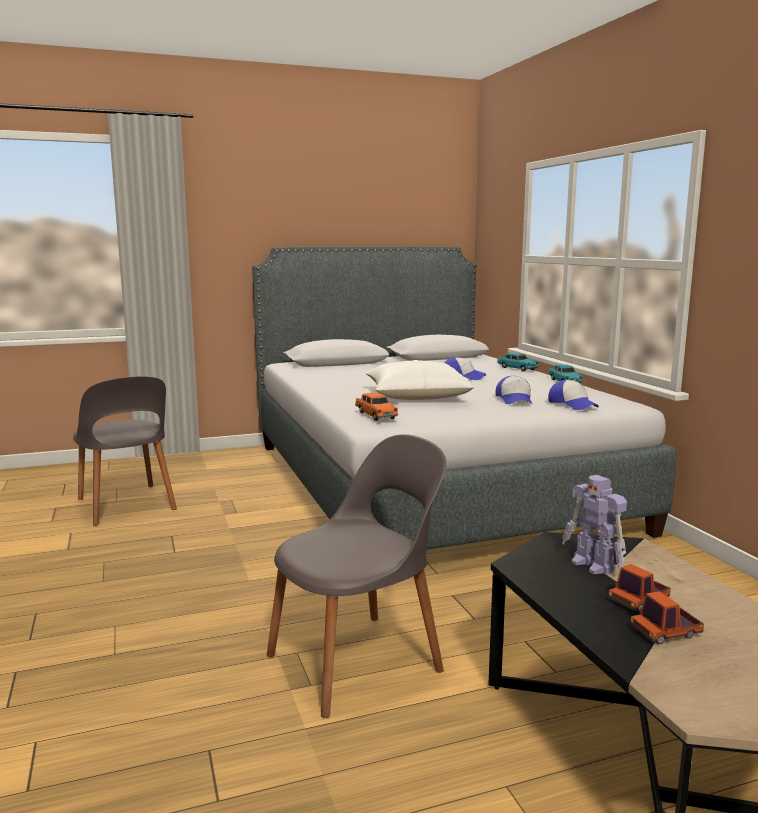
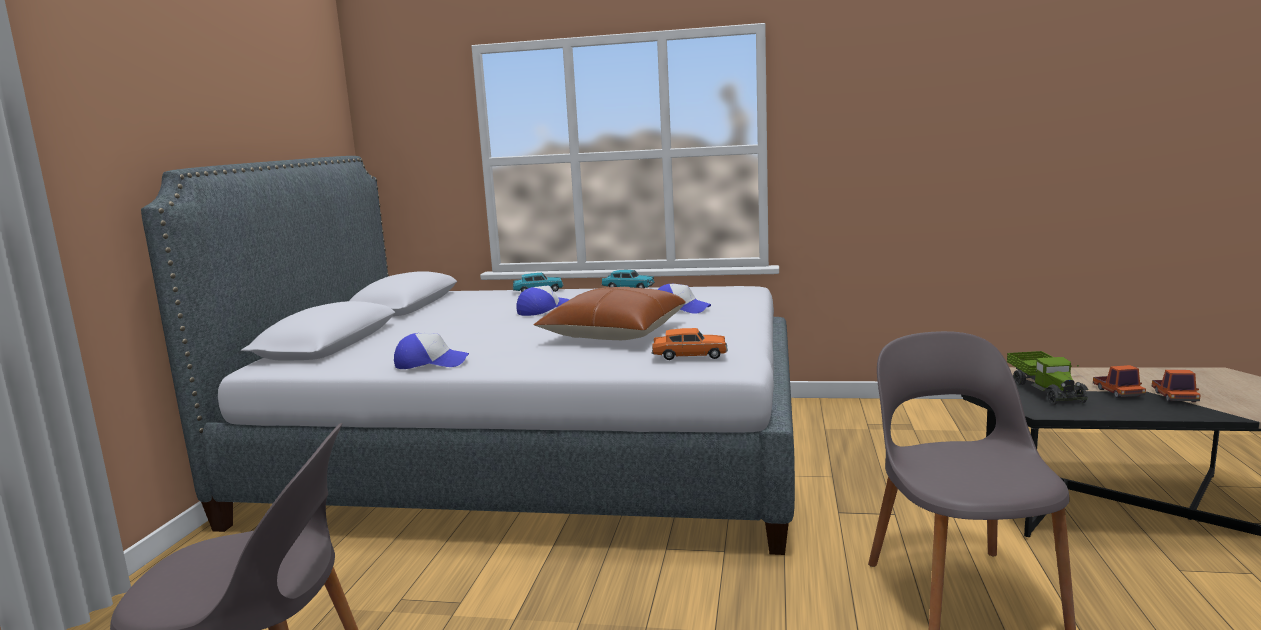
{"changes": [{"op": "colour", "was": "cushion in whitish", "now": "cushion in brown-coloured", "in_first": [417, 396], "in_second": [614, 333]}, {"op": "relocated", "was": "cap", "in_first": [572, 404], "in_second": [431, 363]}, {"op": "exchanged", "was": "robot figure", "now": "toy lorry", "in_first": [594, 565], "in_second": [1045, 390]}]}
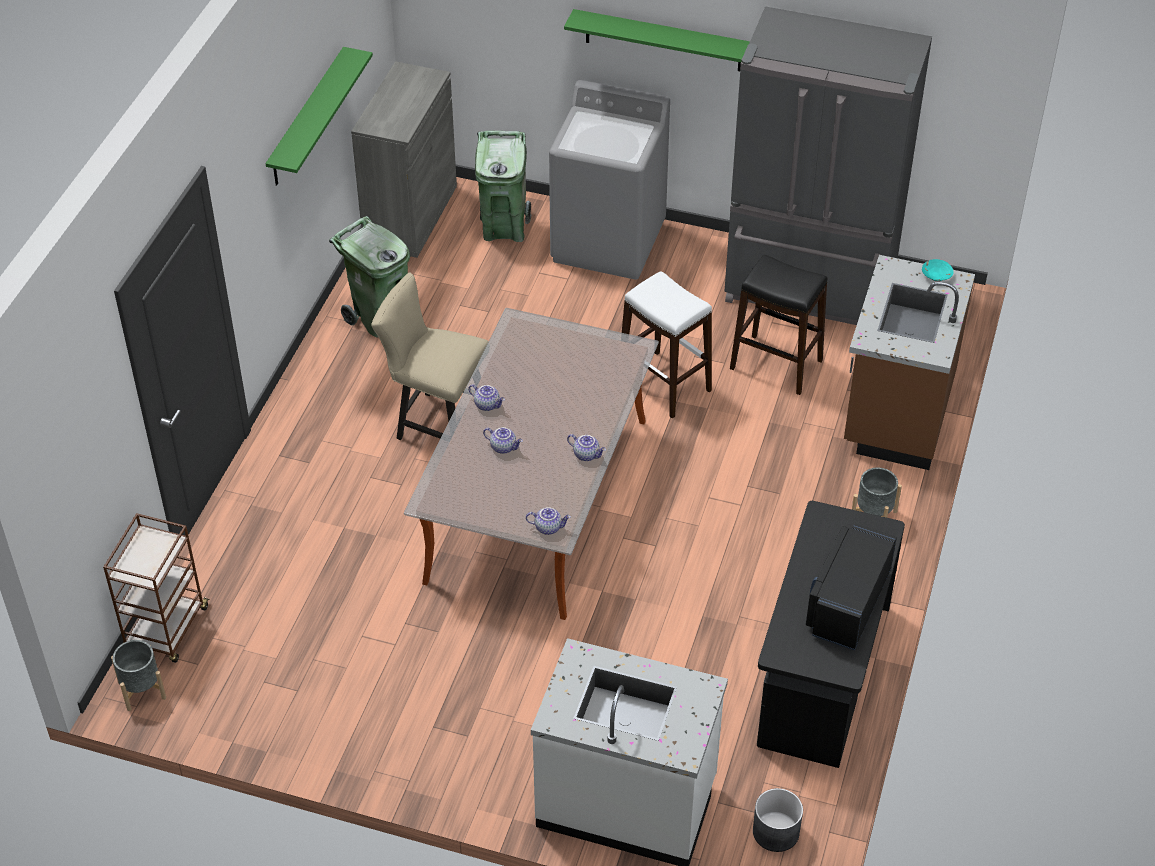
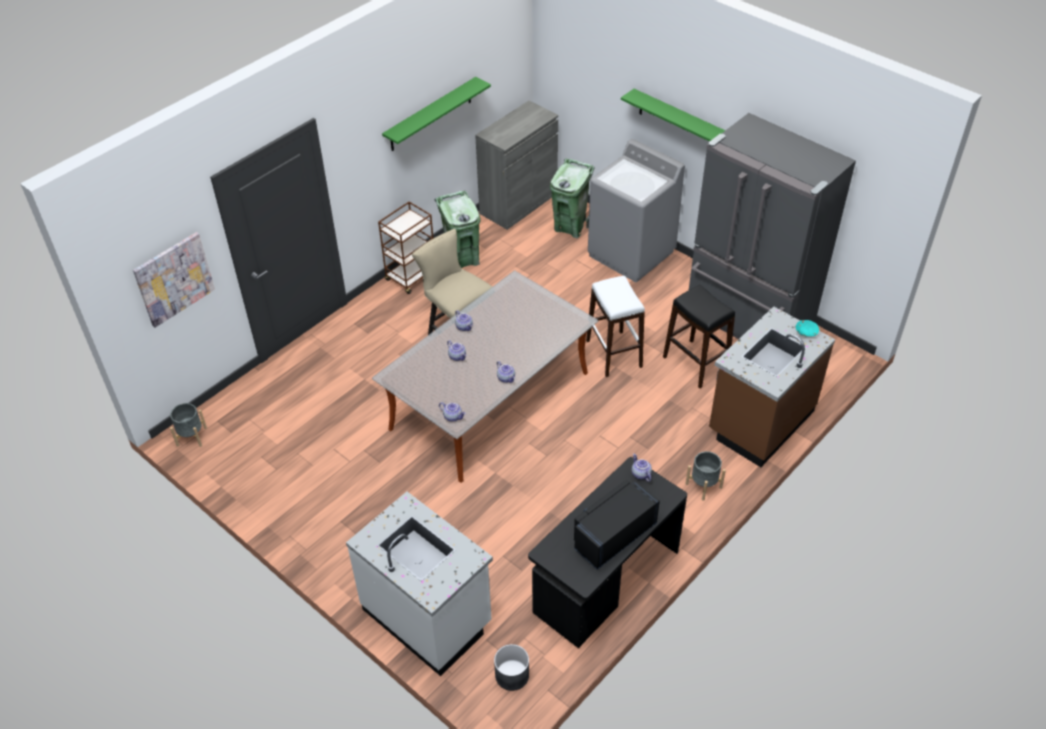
{"changes": [{"op": "relocated", "was": "wheeled cart in brown-coloured", "in_first": [166, 630], "in_second": [412, 277]}, {"op": "appeared", "now": "wall art", "in_second": [174, 279]}, {"op": "appeared", "now": "teapot", "in_second": [640, 474]}]}
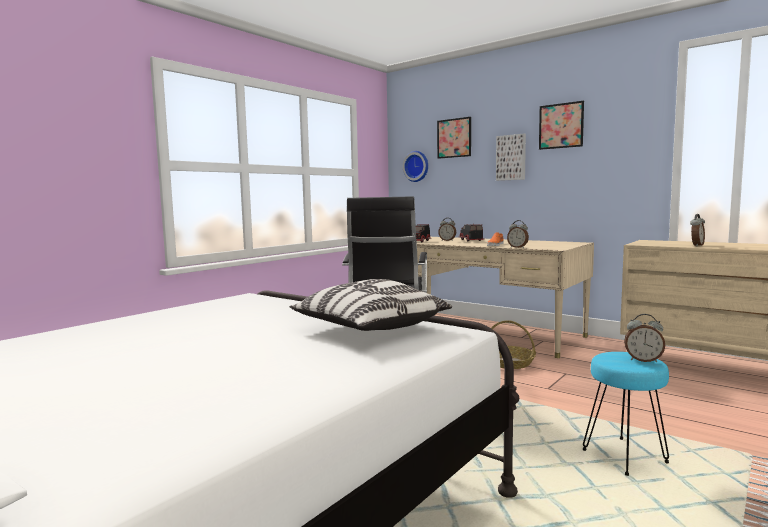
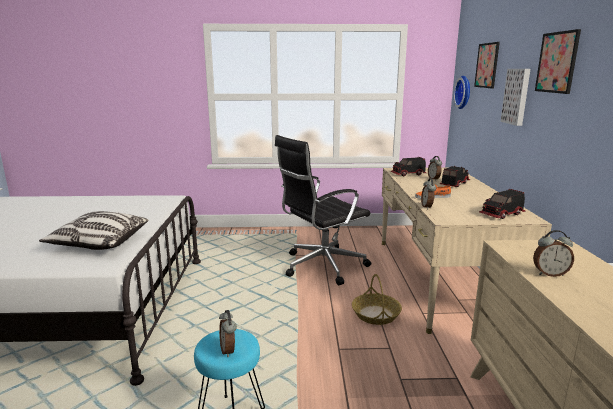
{"changes": [{"op": "appeared", "now": "toy lorry", "in_second": [502, 214]}]}
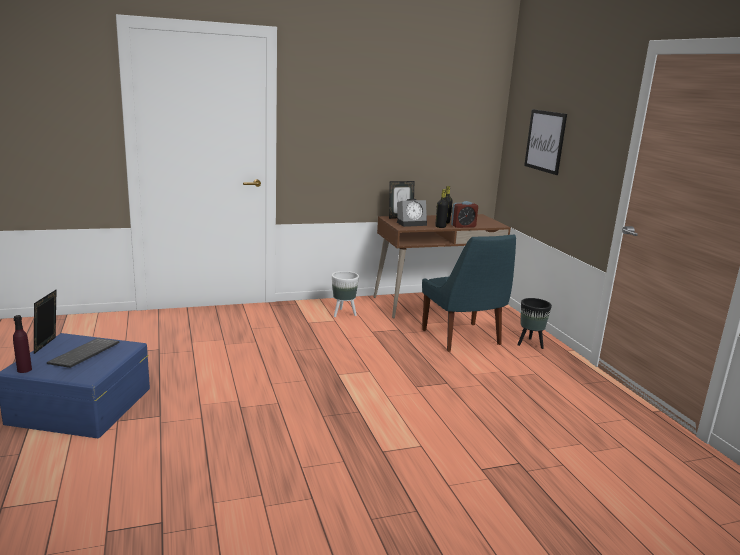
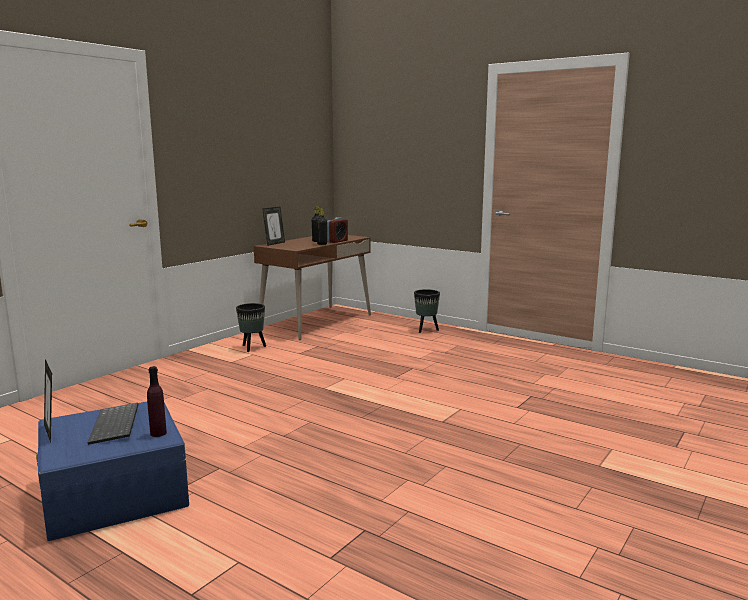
{"changes": [{"op": "relocated", "was": "bottle in purple", "in_first": [24, 370], "in_second": [158, 433]}, {"op": "colour", "was": "planter in whitish", "now": "planter in black", "in_first": [343, 314], "in_second": [252, 348]}, {"op": "missing", "was": "alarm clock", "in_first": [412, 223]}, {"op": "missing", "was": "chair in bluish", "in_first": [462, 338]}, {"op": "missing", "was": "wall art", "in_first": [545, 141]}]}
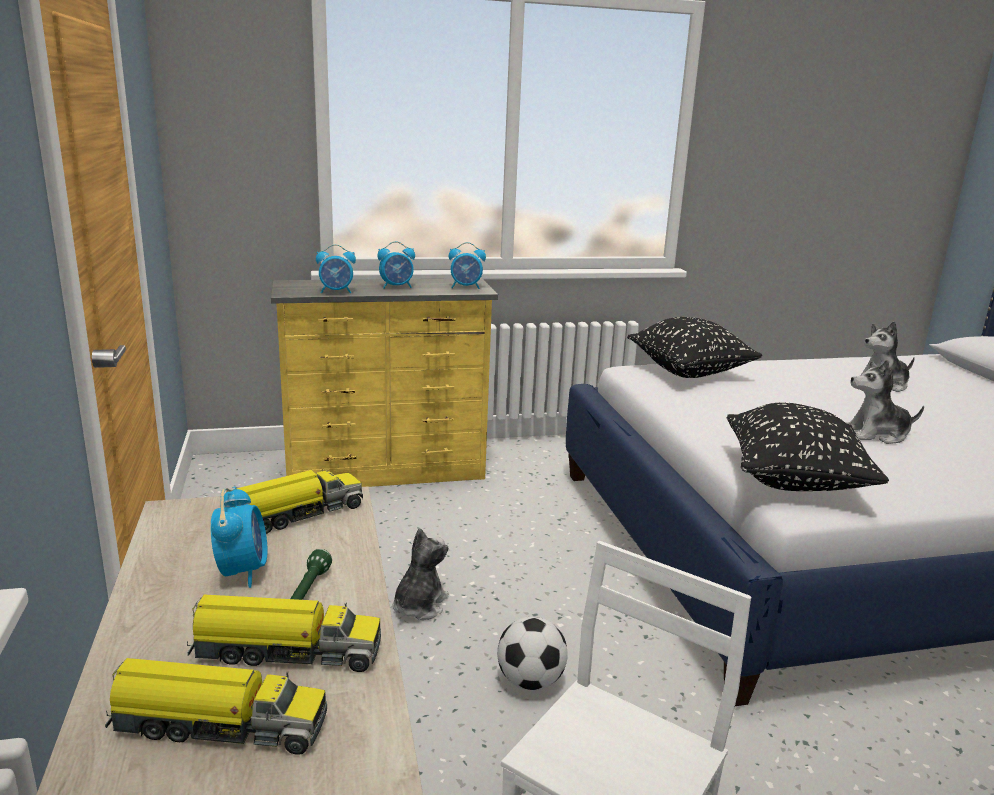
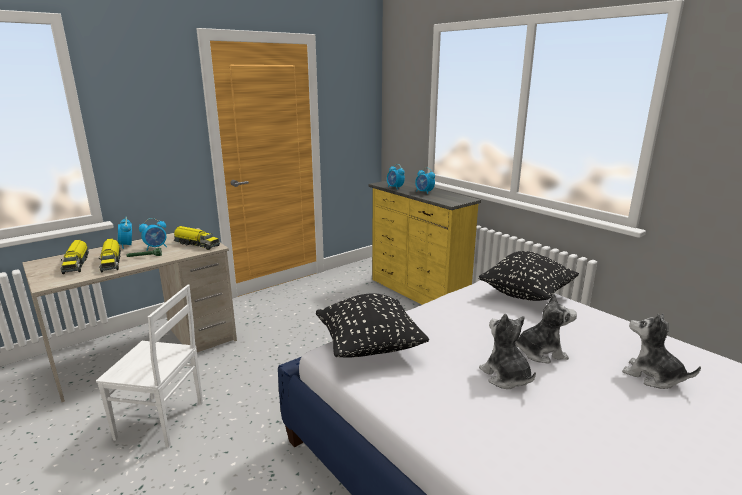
{"changes": [{"op": "relocated", "was": "cuddly toy", "in_first": [419, 605], "in_second": [540, 352]}, {"op": "relocated", "was": "alarm clock", "in_first": [466, 287], "in_second": [127, 245]}, {"op": "missing", "was": "football ball", "in_first": [530, 681]}]}
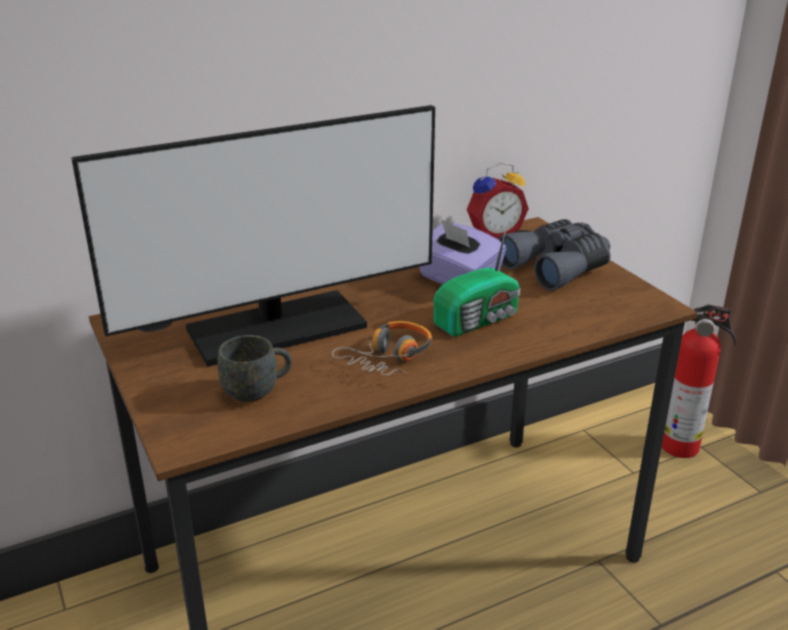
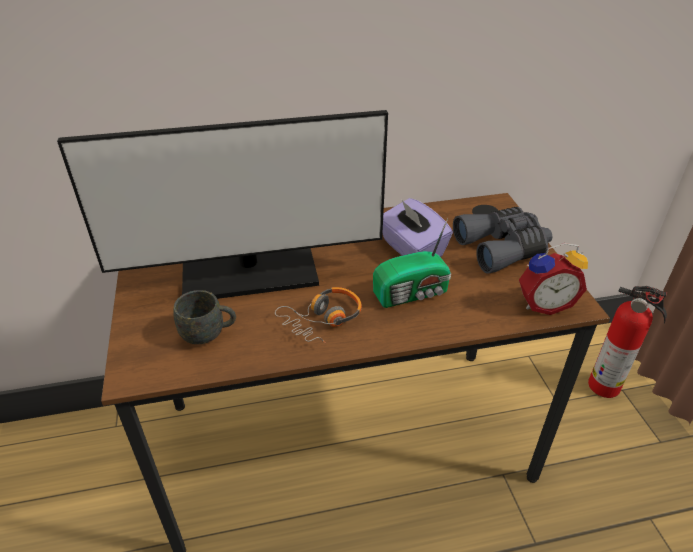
{"changes": [{"op": "relocated", "was": "alarm clock", "in_first": [493, 233], "in_second": [543, 304]}]}
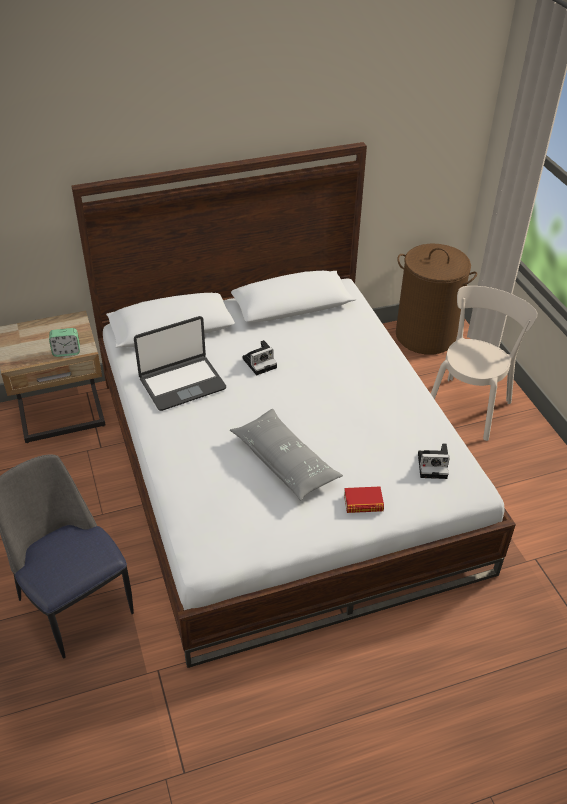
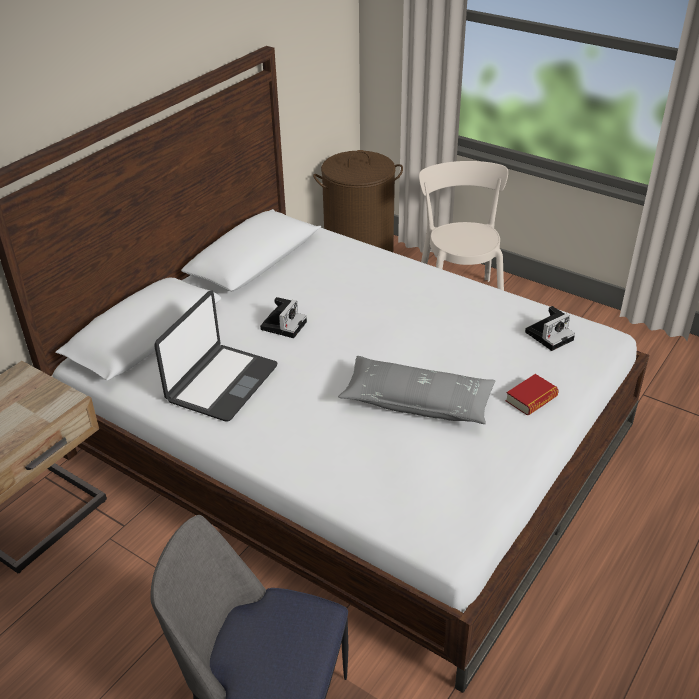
{"changes": [{"op": "missing", "was": "alarm clock", "in_first": [66, 352]}]}
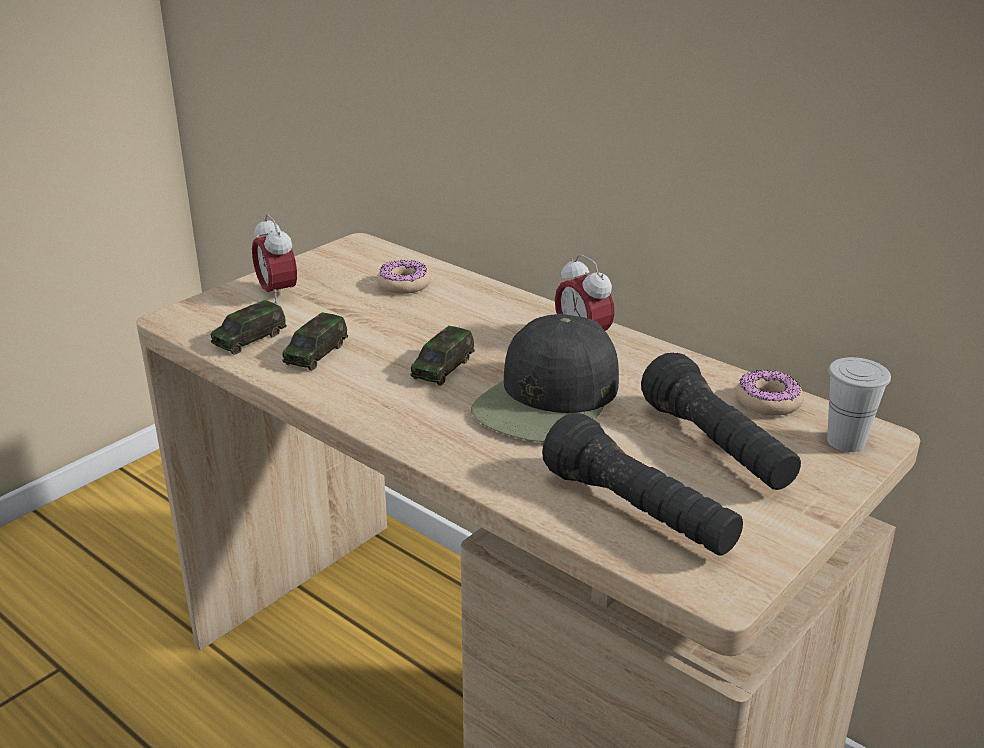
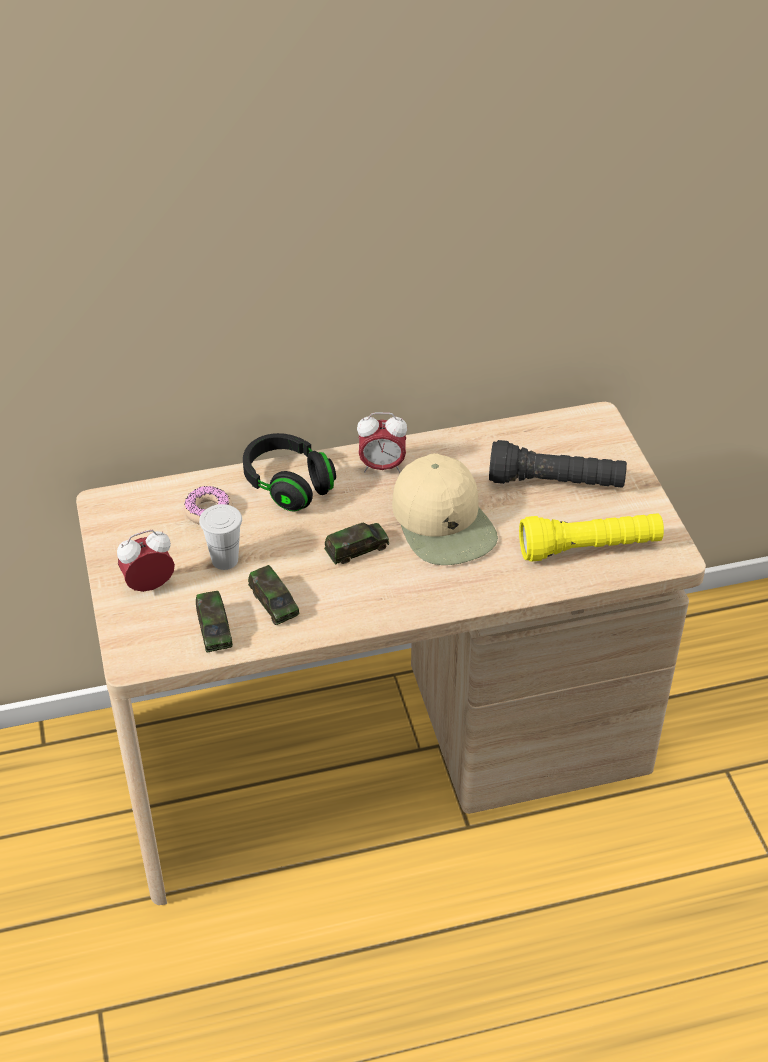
{"changes": [{"op": "spun", "was": "alarm clock", "in_first": [277, 293], "in_second": [149, 586], "clockwise": 150}, {"op": "spun", "was": "model car", "in_first": [443, 368], "in_second": [356, 549], "clockwise": -90}, {"op": "colour", "was": "cap in black", "now": "cap in beige", "in_first": [548, 401], "in_second": [444, 523]}, {"op": "colour", "was": "hand torch in black", "now": "hand torch in yellow-coloured", "in_first": [639, 513], "in_second": [589, 549]}, {"op": "missing", "was": "donut", "in_first": [768, 401]}, {"op": "relocated", "was": "cup in whitish", "in_first": [845, 441], "in_second": [225, 560]}, {"op": "appeared", "now": "headphones in black", "in_second": [288, 485]}]}
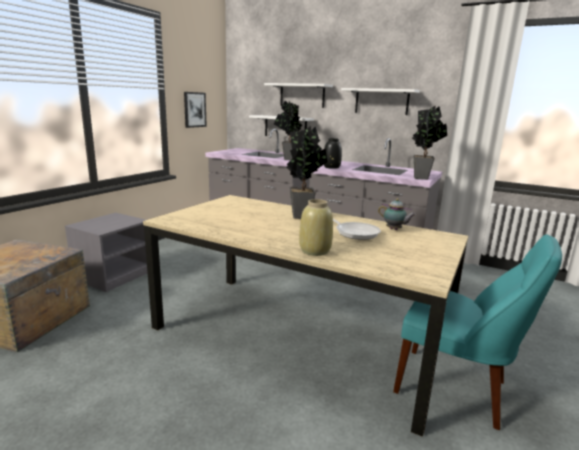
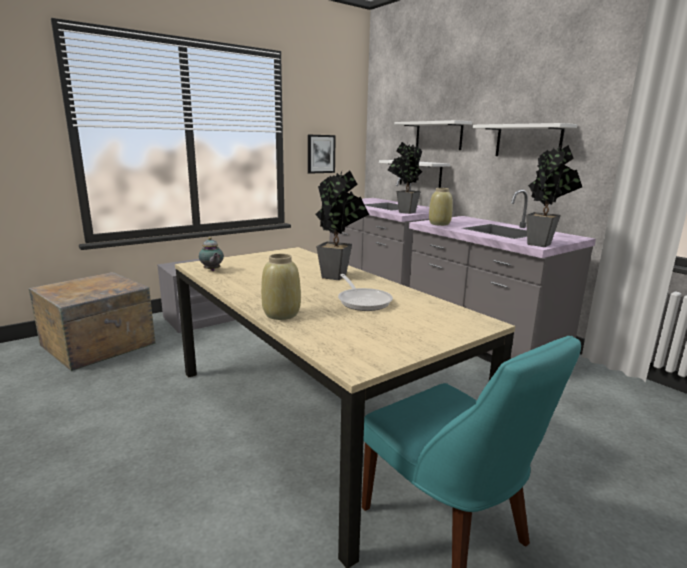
{"changes": [{"op": "colour", "was": "decorative vase in black", "now": "decorative vase in beige", "in_first": [331, 167], "in_second": [439, 224]}, {"op": "relocated", "was": "teapot", "in_first": [394, 229], "in_second": [212, 270]}]}
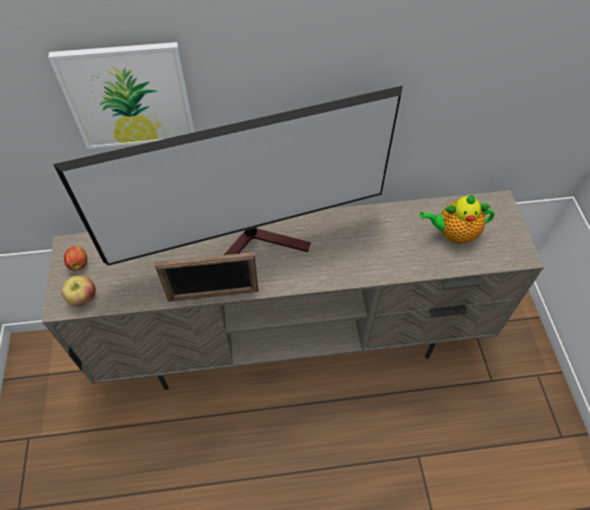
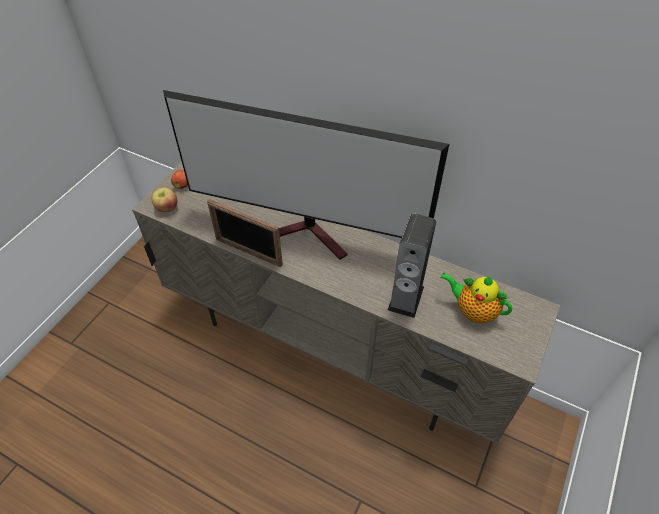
{"changes": [{"op": "missing", "was": "wall art", "in_first": [129, 96]}, {"op": "appeared", "now": "loudspeaker", "in_second": [406, 298]}]}
